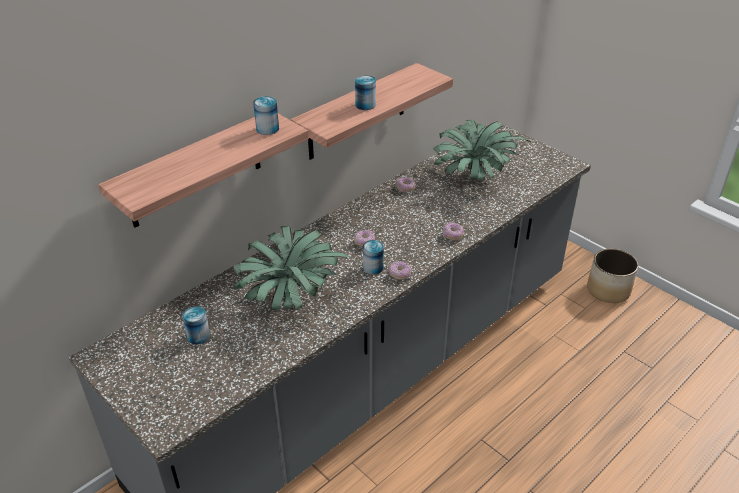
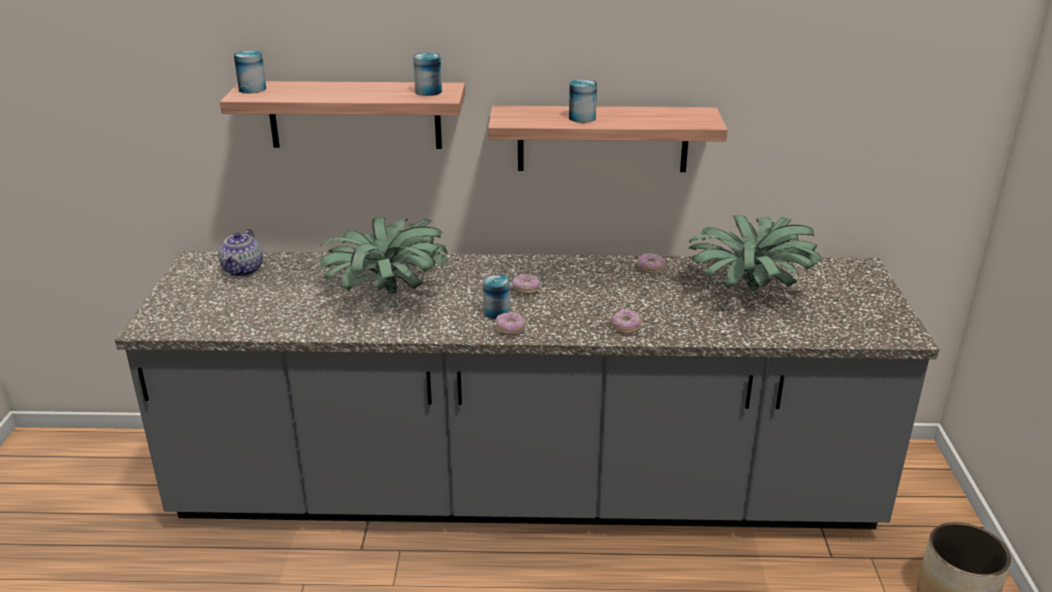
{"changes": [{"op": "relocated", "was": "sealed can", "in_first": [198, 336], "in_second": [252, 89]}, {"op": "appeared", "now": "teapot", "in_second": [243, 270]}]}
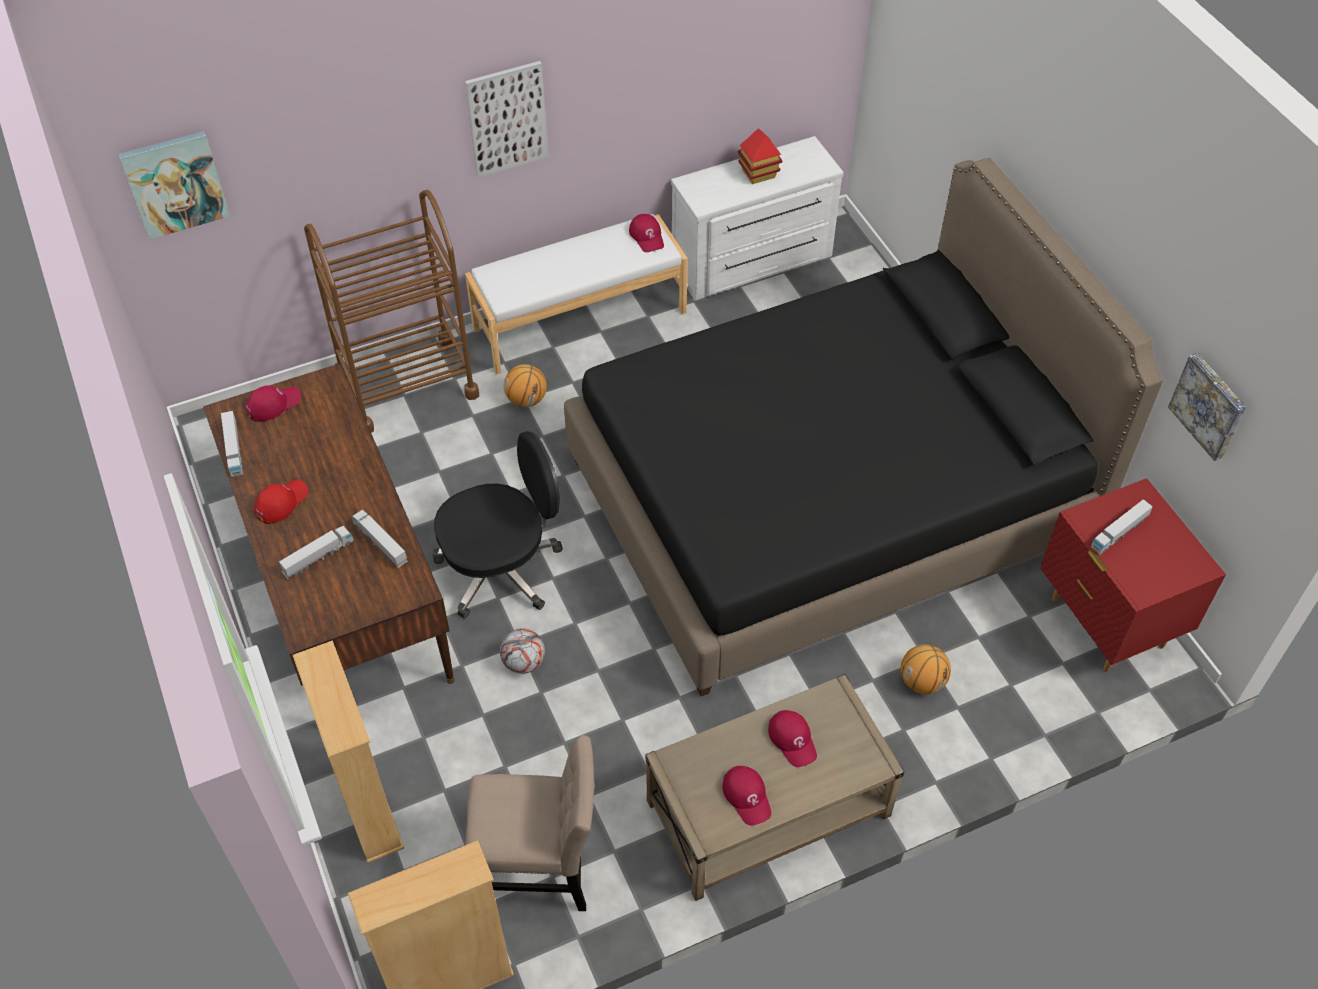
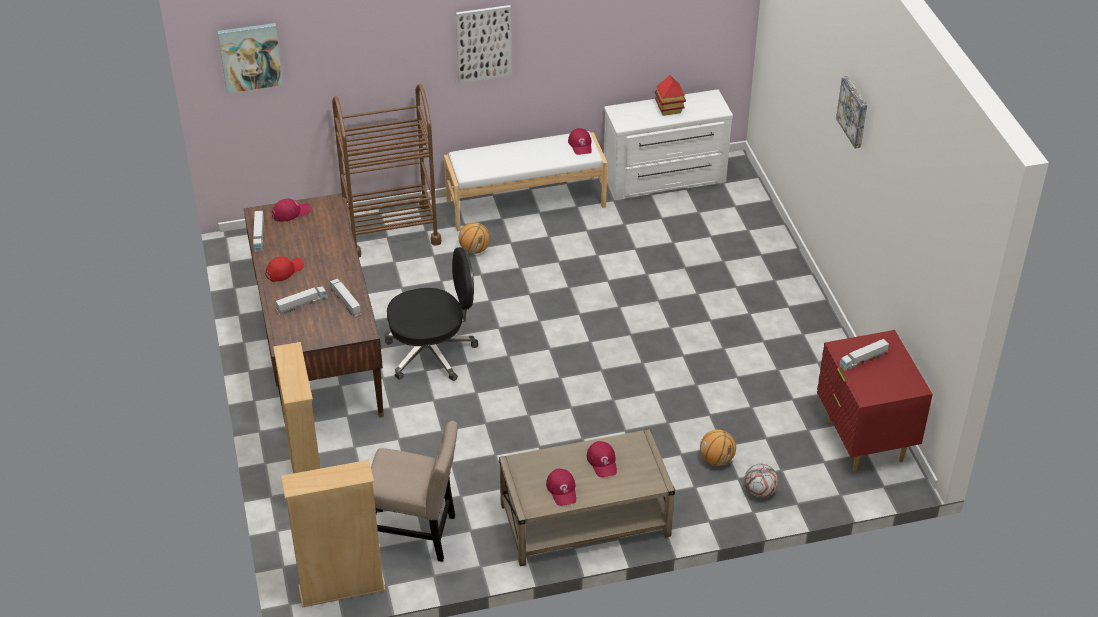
{"changes": [{"op": "relocated", "was": "football ball", "in_first": [524, 662], "in_second": [759, 491]}, {"op": "missing", "was": "bed in black", "in_first": [827, 499]}, {"op": "relocated", "was": "wall art", "in_first": [1209, 405], "in_second": [854, 111]}]}
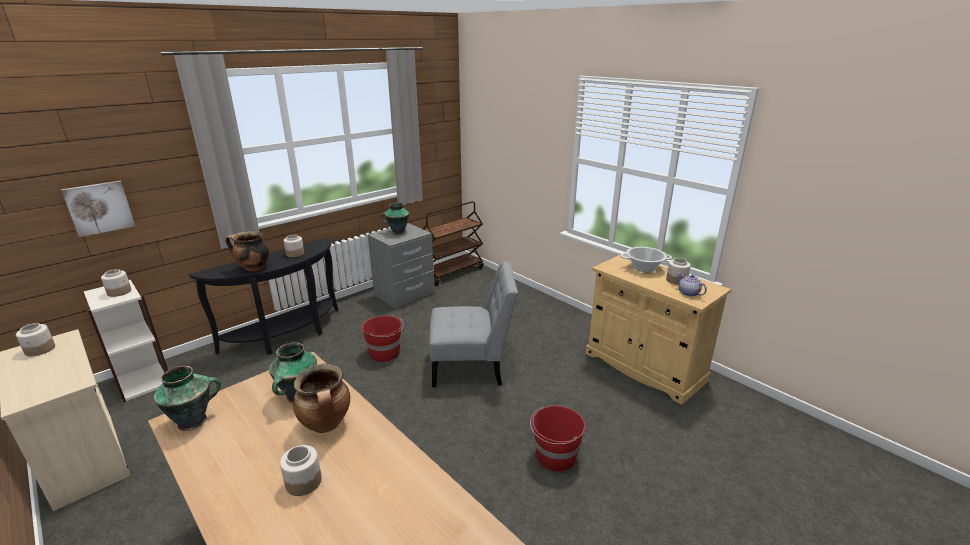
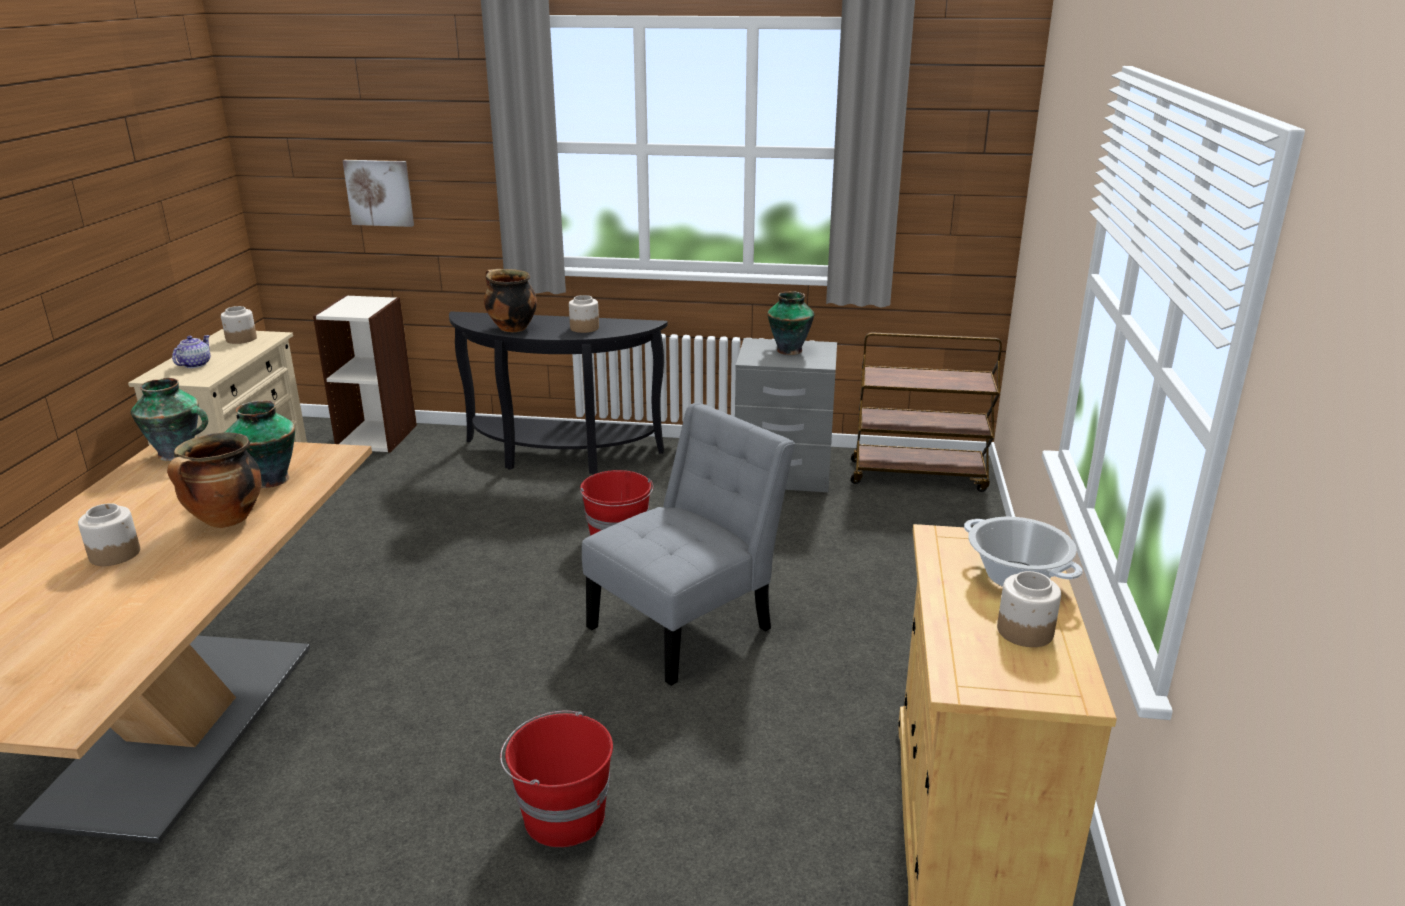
{"changes": [{"op": "missing", "was": "jar", "in_first": [119, 292]}, {"op": "spun", "was": "chair in gray", "in_first": [472, 366], "in_second": [687, 624], "clockwise": -90}, {"op": "relocated", "was": "teapot", "in_first": [688, 293], "in_second": [194, 364]}]}
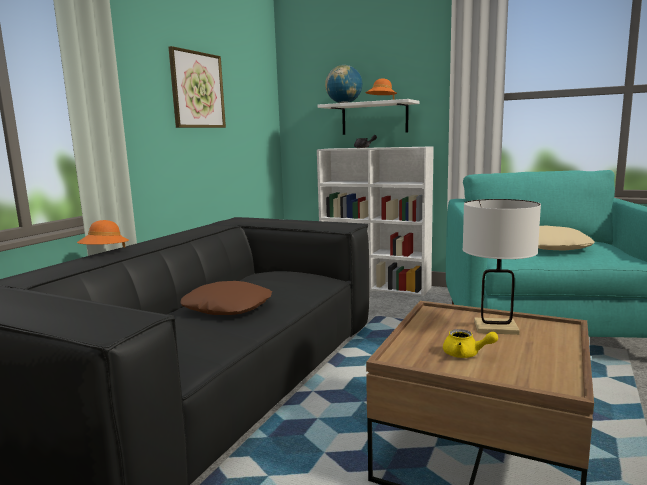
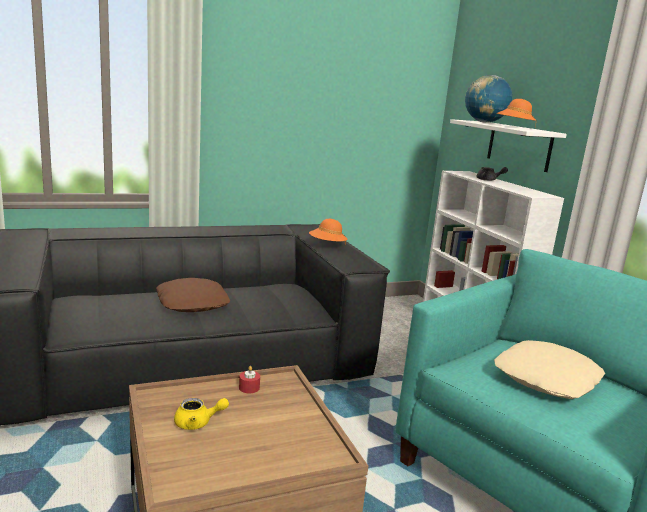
{"changes": [{"op": "relocated", "was": "hat in orange-coloured", "in_first": [105, 253], "in_second": [327, 245]}, {"op": "missing", "was": "wall art", "in_first": [197, 90]}, {"op": "spun", "was": "teapot in yellow-coloured", "in_first": [466, 354], "in_second": [198, 423], "clockwise": -75}, {"op": "missing", "was": "tabletop lamp in whitish", "in_first": [496, 327]}, {"op": "appeared", "now": "wax candle in red", "in_second": [249, 388]}]}
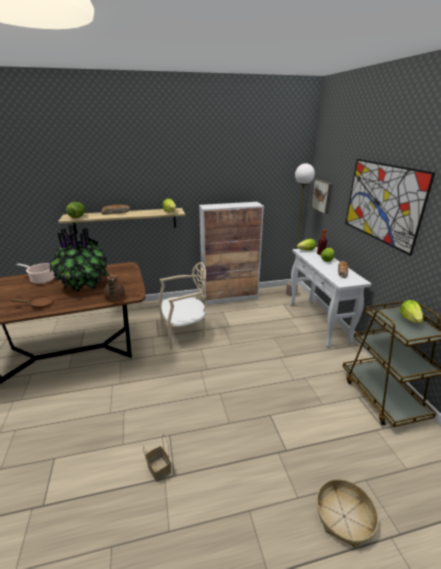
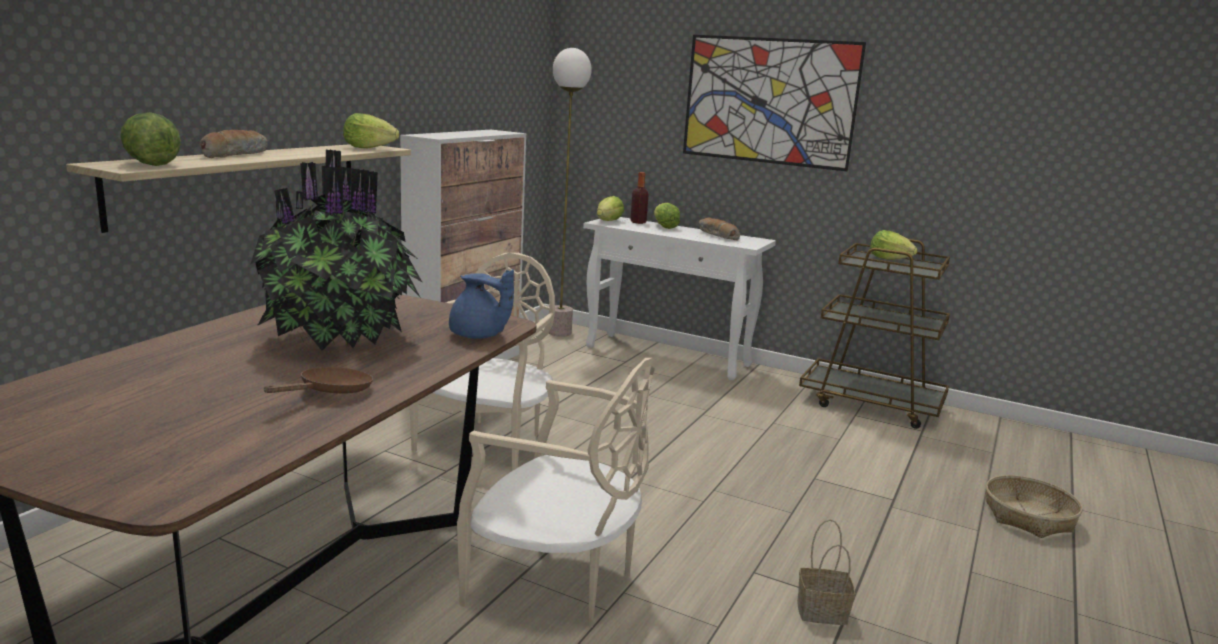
{"changes": [{"op": "missing", "was": "cooking pot", "in_first": [41, 280]}, {"op": "colour", "was": "teapot in brown-coloured", "now": "teapot in bluish", "in_first": [114, 298], "in_second": [479, 336]}, {"op": "missing", "was": "wall art", "in_first": [322, 196]}, {"op": "appeared", "now": "chair in beige", "in_second": [556, 583]}]}
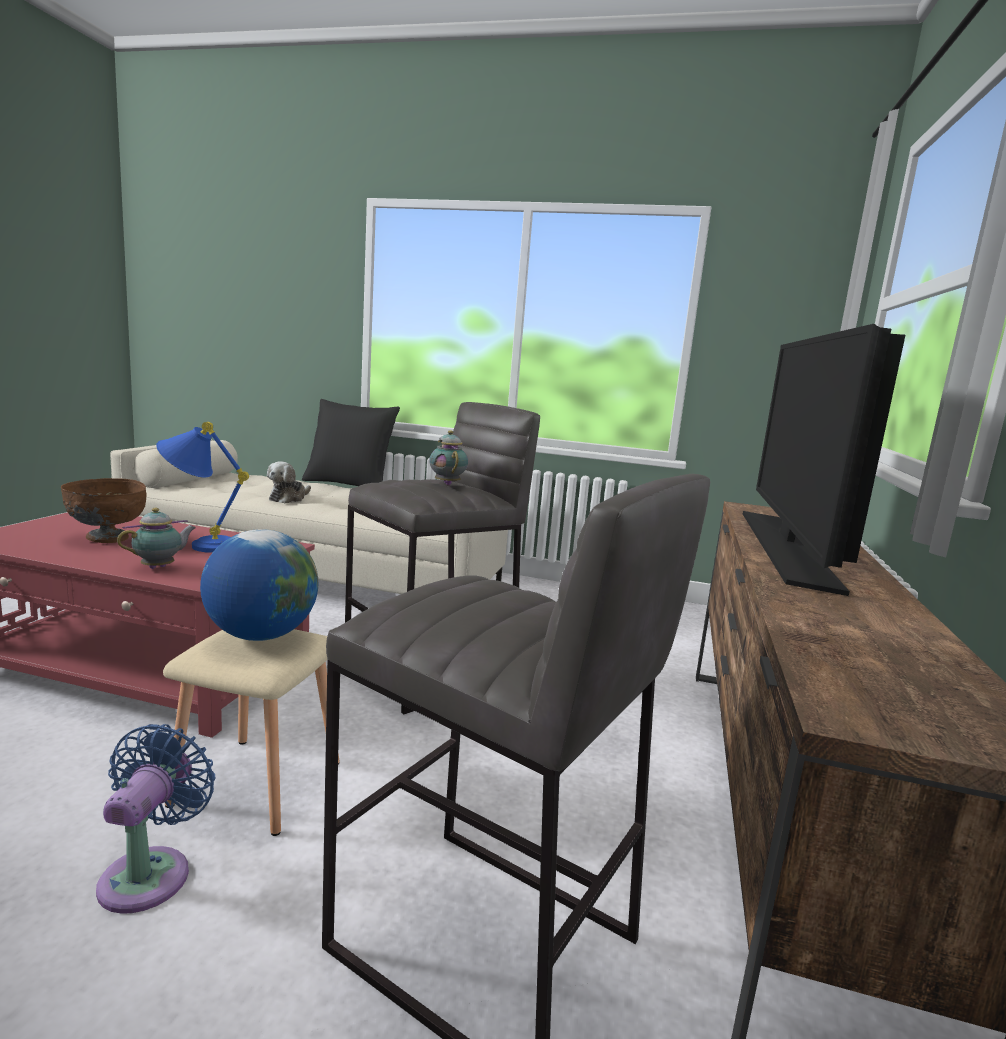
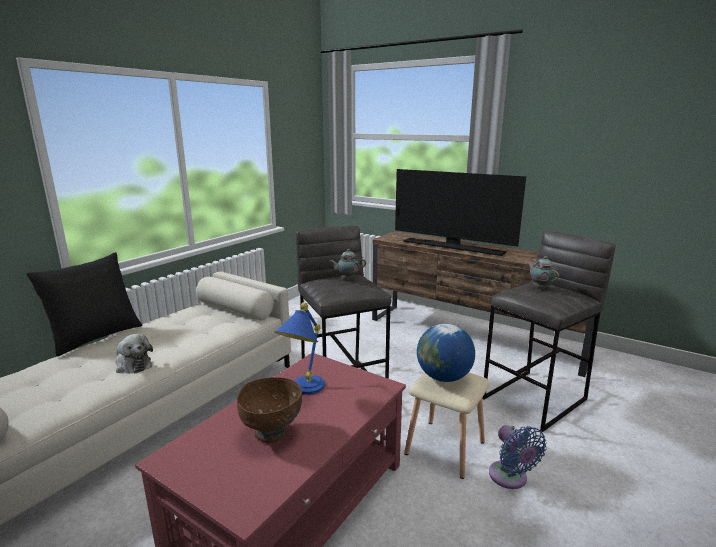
{"changes": [{"op": "spun", "was": "fan in bluish", "in_first": [150, 872], "in_second": [510, 478], "clockwise": -135}, {"op": "relocated", "was": "teapot", "in_first": [160, 567], "in_second": [540, 287]}]}
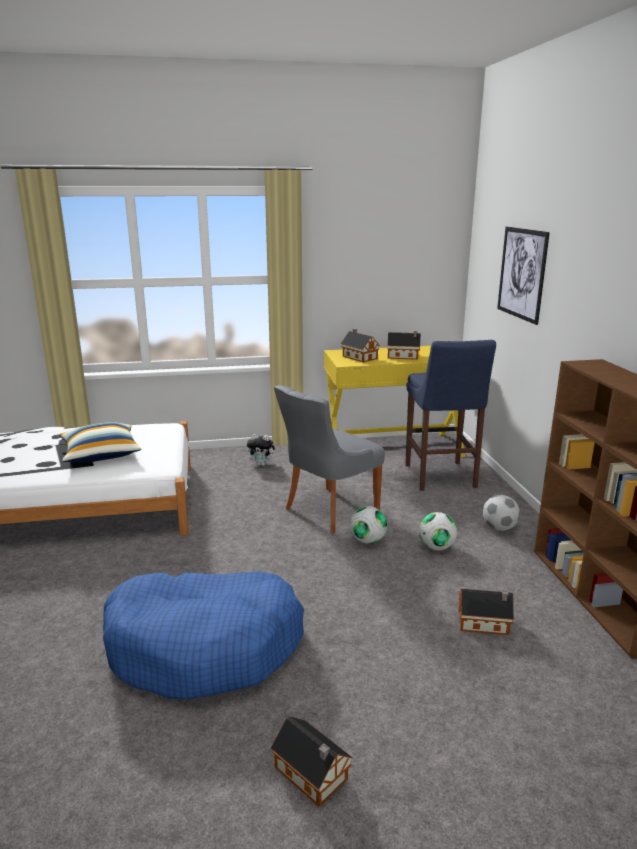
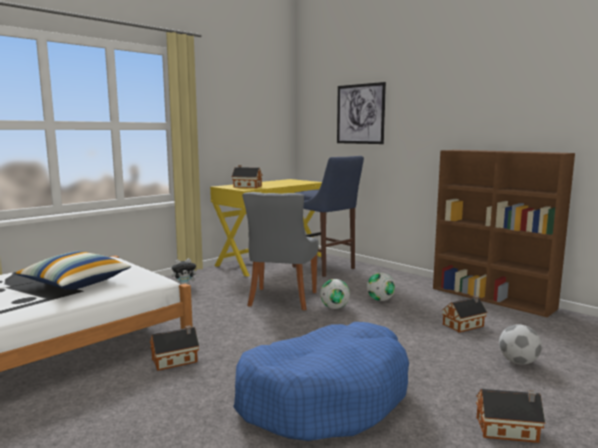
{"changes": [{"op": "relocated", "was": "miniature house", "in_first": [404, 356], "in_second": [176, 360]}, {"op": "relocated", "was": "football ball", "in_first": [499, 528], "in_second": [518, 362]}]}
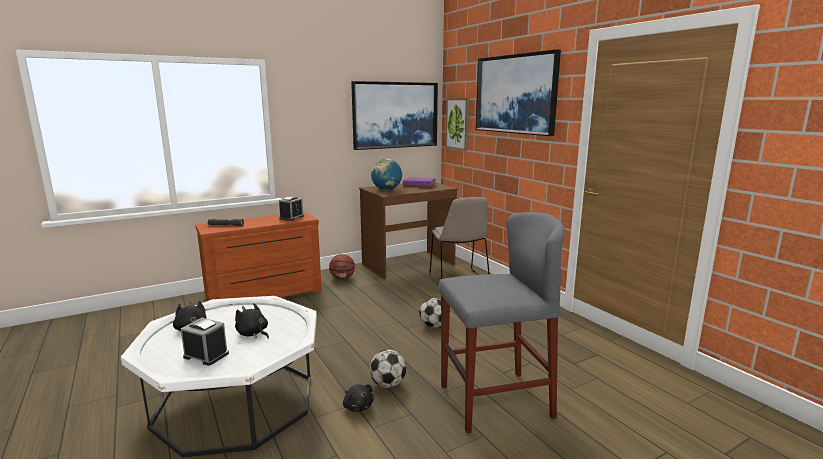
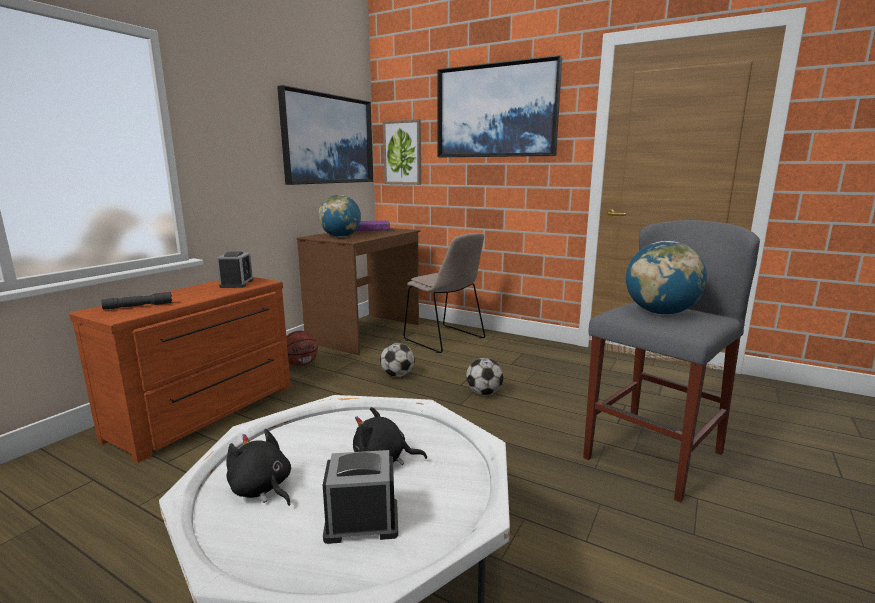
{"changes": [{"op": "missing", "was": "cuddly toy in black", "in_first": [358, 406]}, {"op": "relocated", "was": "football ball", "in_first": [388, 384], "in_second": [397, 375]}, {"op": "appeared", "now": "globe", "in_second": [660, 313]}]}
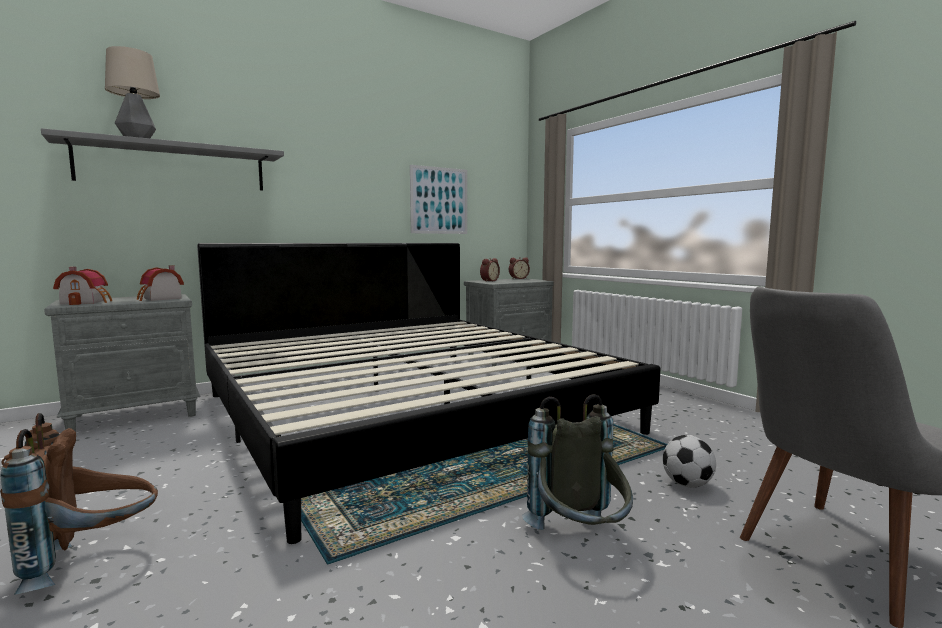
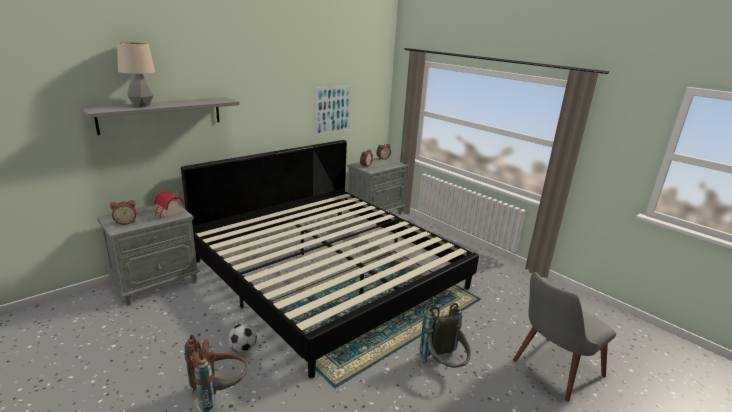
{"changes": [{"op": "exchanged", "was": "miniature house", "now": "alarm clock", "in_first": [86, 302], "in_second": [126, 222]}, {"op": "relocated", "was": "football ball", "in_first": [687, 485], "in_second": [243, 349]}]}
